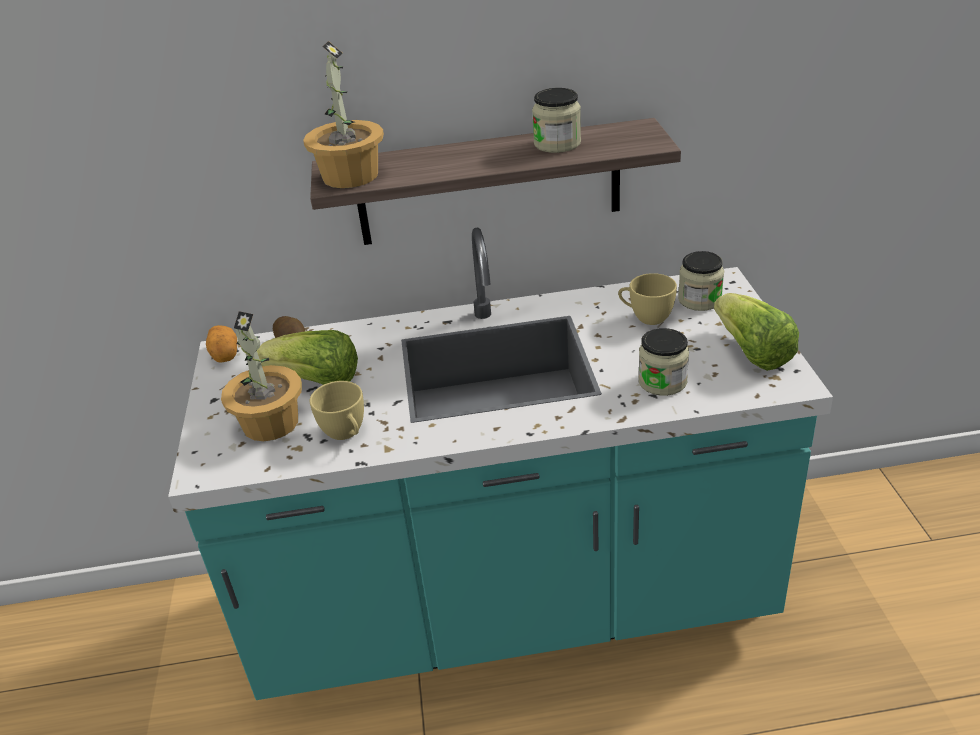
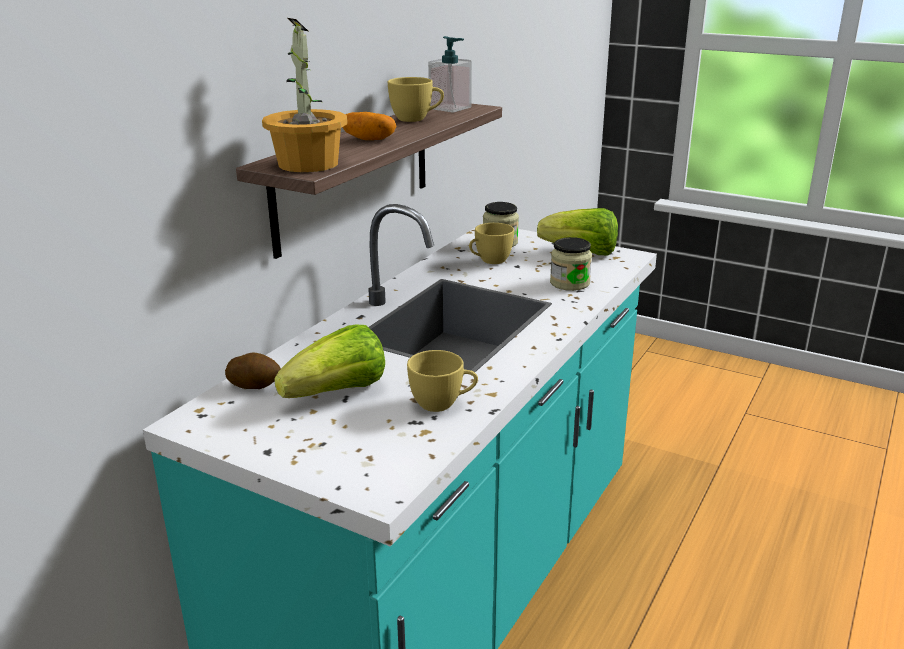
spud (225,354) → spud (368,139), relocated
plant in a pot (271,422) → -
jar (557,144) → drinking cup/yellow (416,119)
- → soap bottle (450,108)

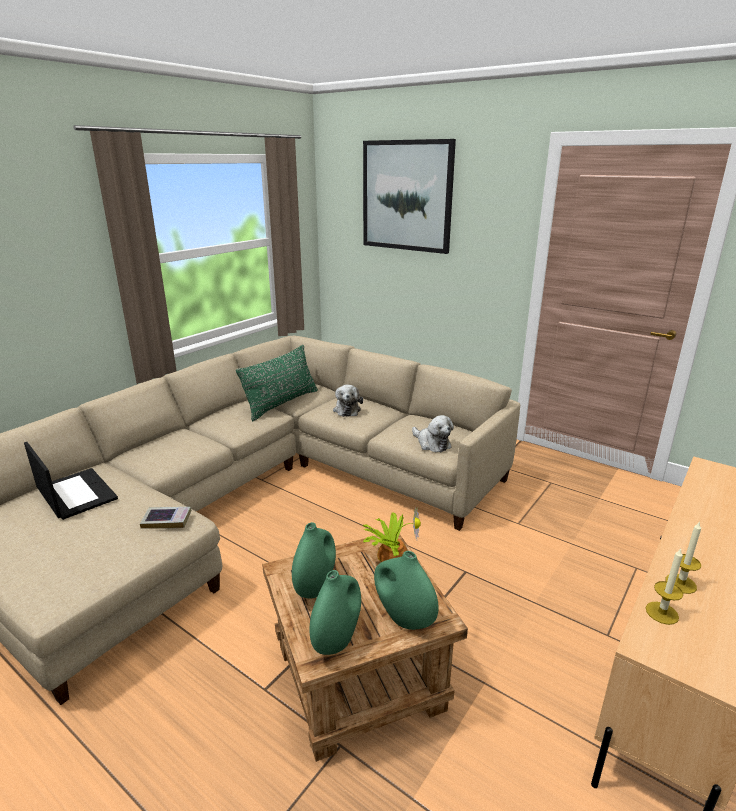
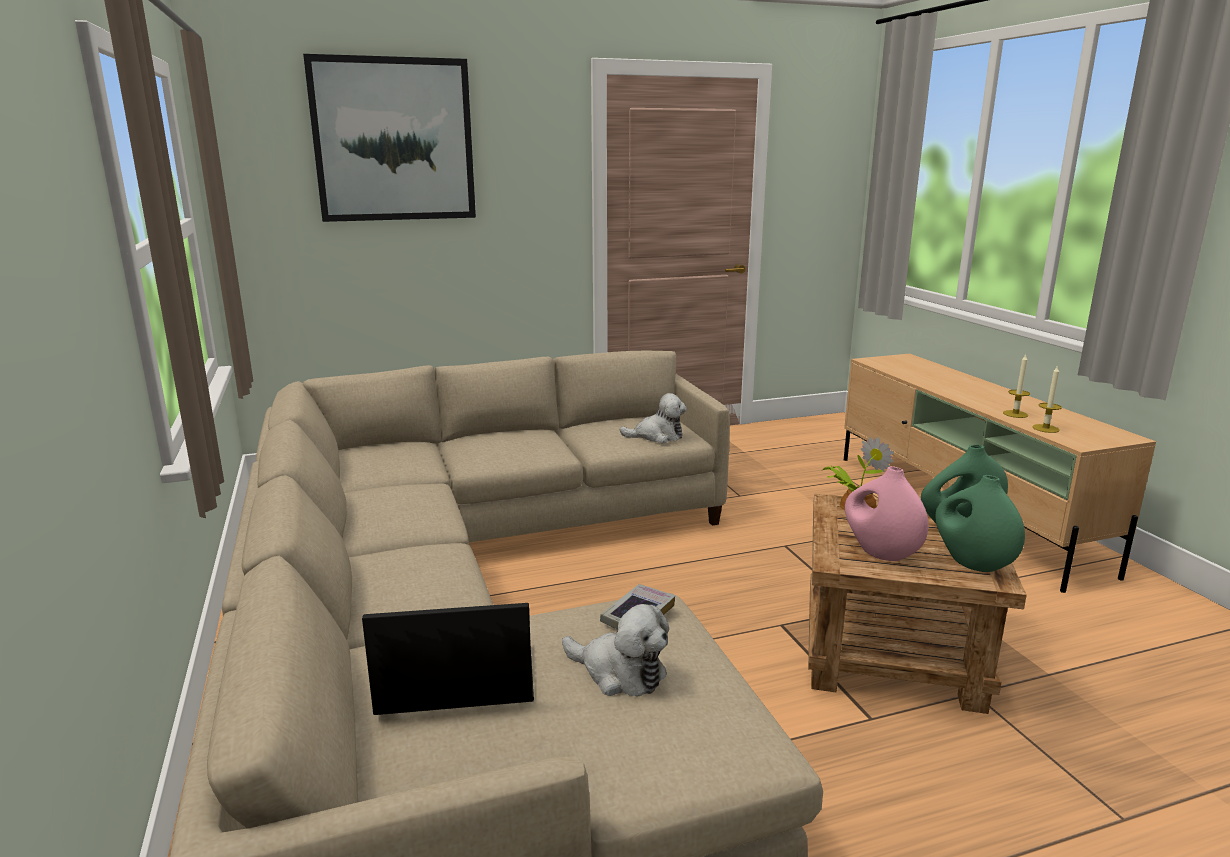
throw pillow/green-coloured (281,403) → -
decorative vase/green-coloured (315,586) → decorative vase/pink-coloured (880,553)
plush toy (347,409) → plush toy (619,673), relocated

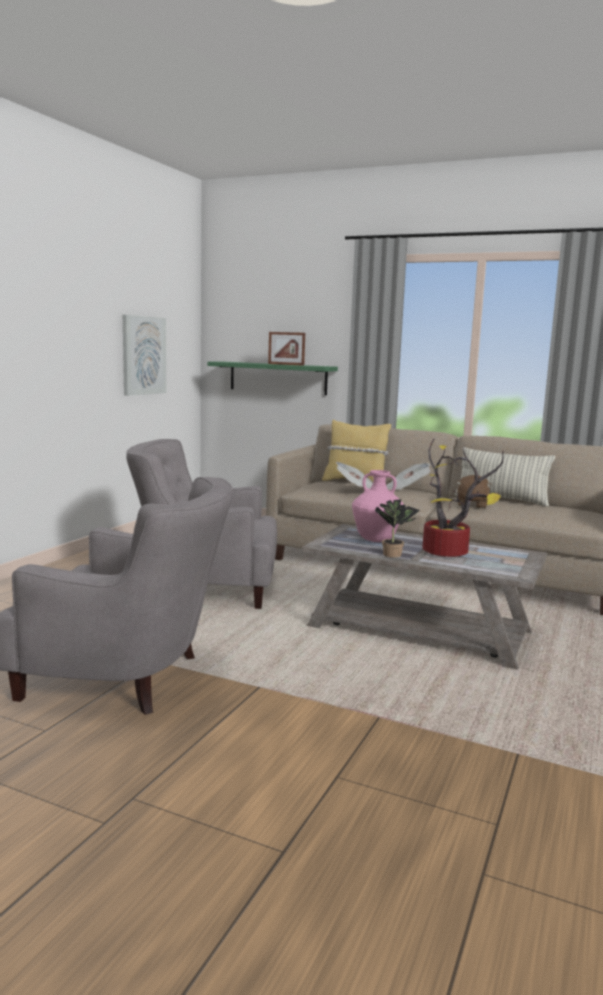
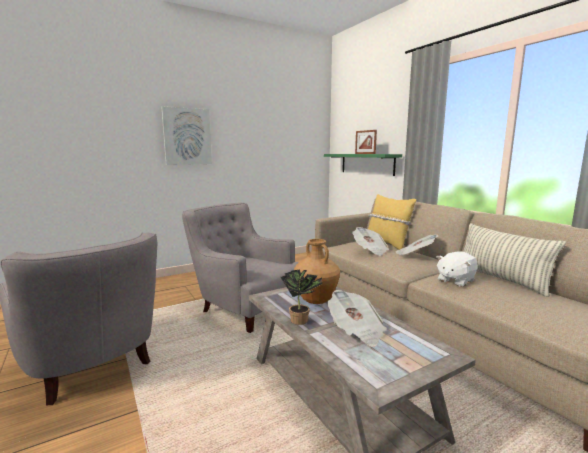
wall picture (143,355) → wall picture (187,136), relocated
decorative vase/pink-coloured (376,540) → decorative vase/brownish (316,301)
plant in a pot (449,553) → daily paper (356,331)
plush toy/brownish (471,505) → plush toy/whitish (455,281)

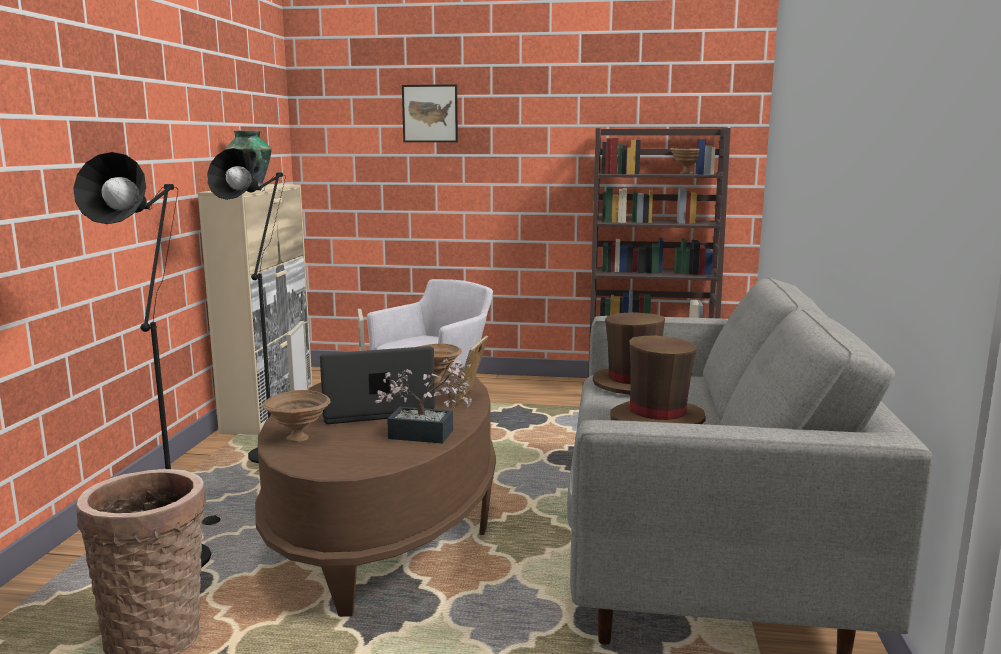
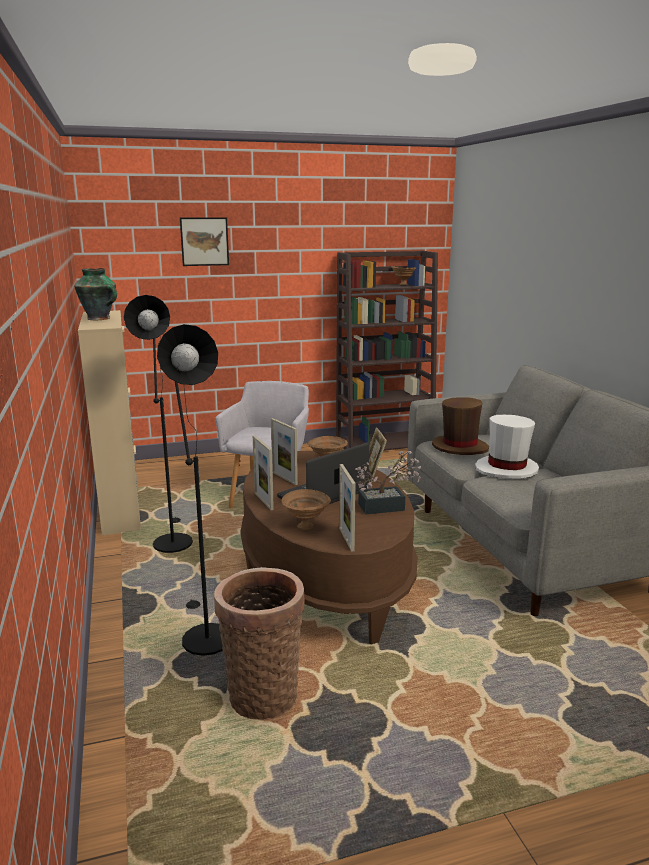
hat/brownish (657,419) → hat/whitish (506,469)
- → picture frame (346,539)

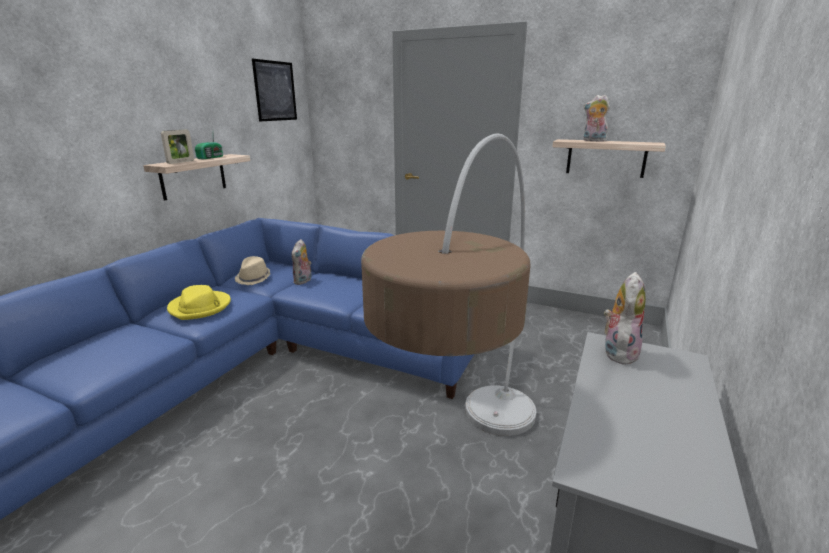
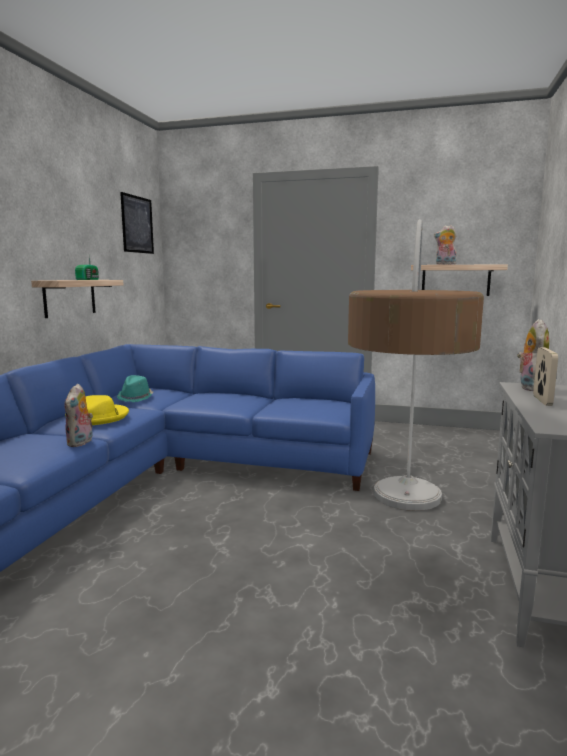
picture frame (181,162) → picture frame (542,400), relocated
hat/beige-coloured (254,278) → hat/turquoise-coloured (135,397)
plush toy (303,281) → plush toy (81,443), relocated

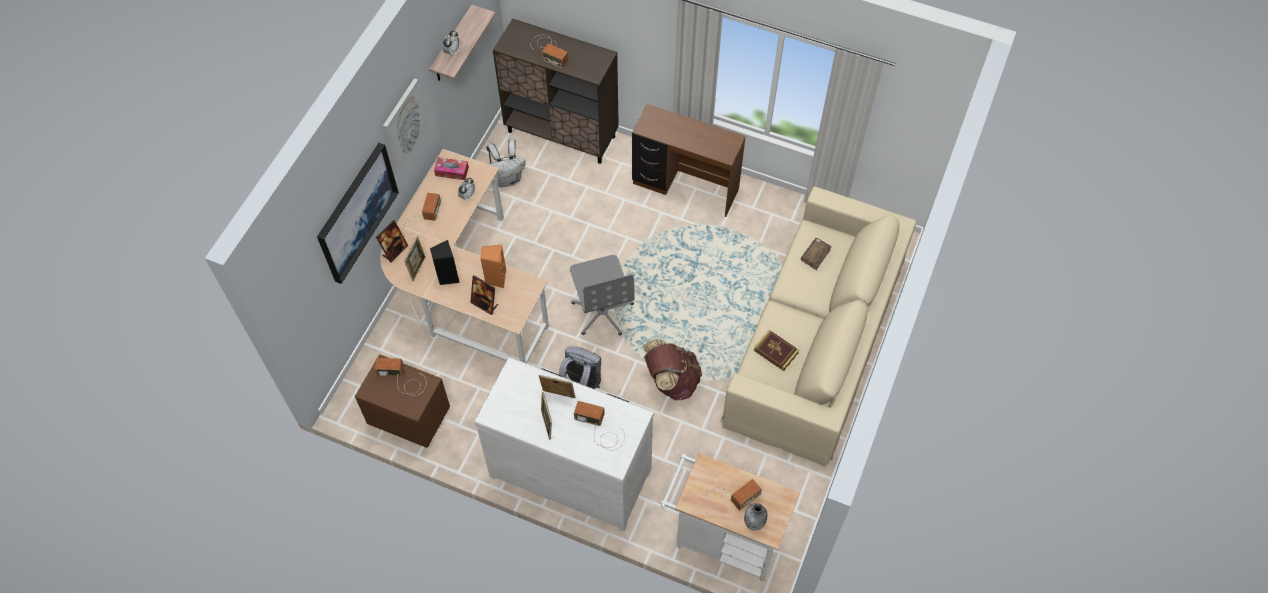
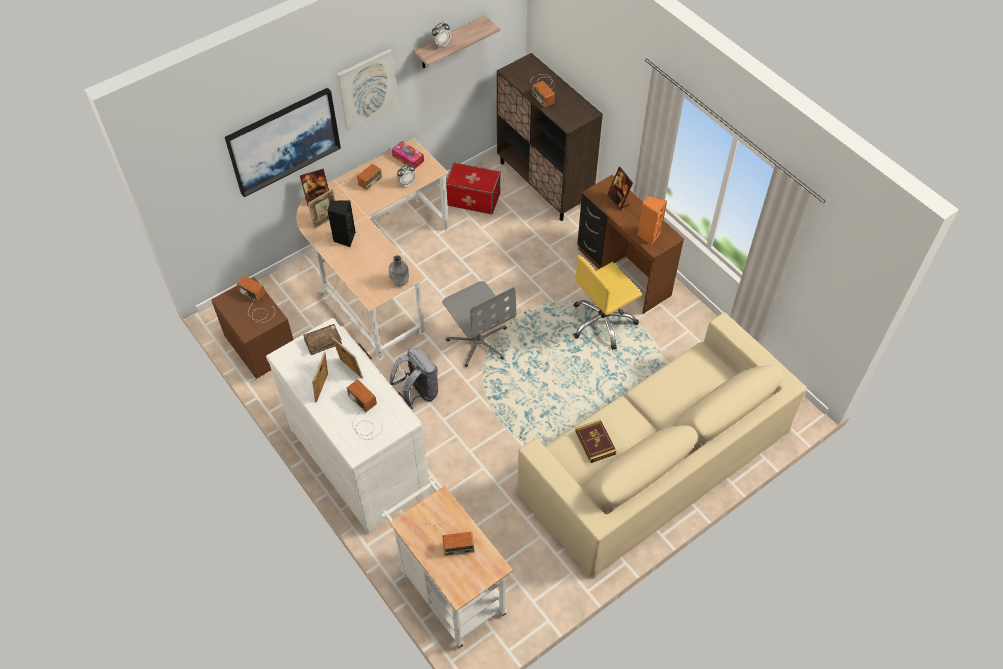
picture frame (484,304) → picture frame (618,200), relocated
loudspeaker/orange-coloured (496,278) → loudspeaker/orange-coloured (648,235), relocated
rucksack/whitish (507,179) → storage box (473,199)
computer chair/grey (602,311) → computer chair/grey (479,341), 45 degrees counterclockwise
rucksack/brownish (671,381) → -
drink bottle/grey (754,522) → drink bottle/grey (400,282), relocated
volume/brownish (815,255) → volume/brownish (323,341), relocated
- → computer chair/yellow (602,322)

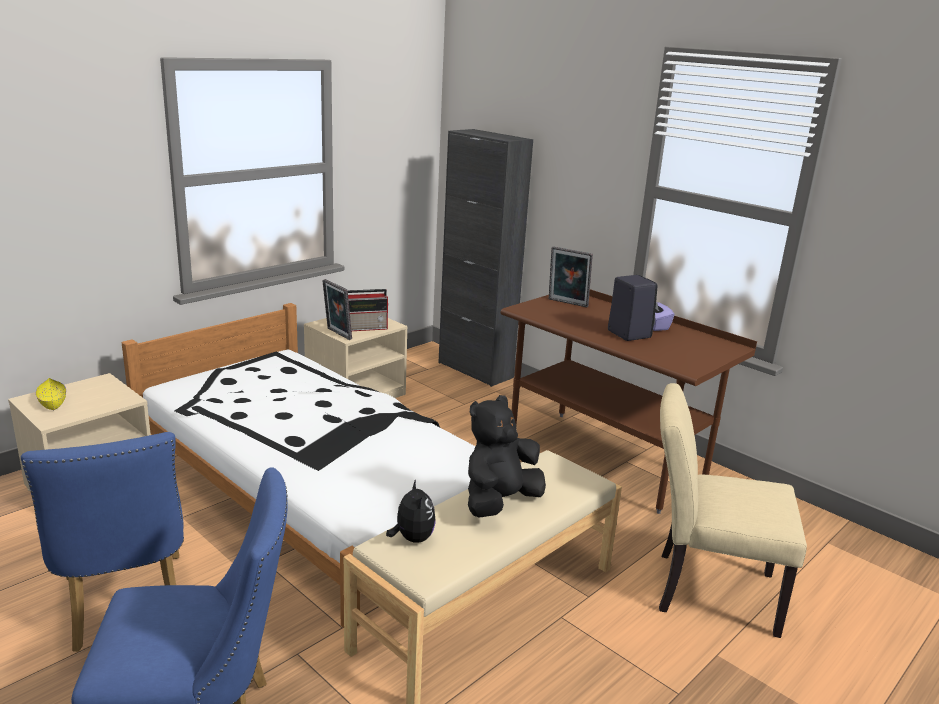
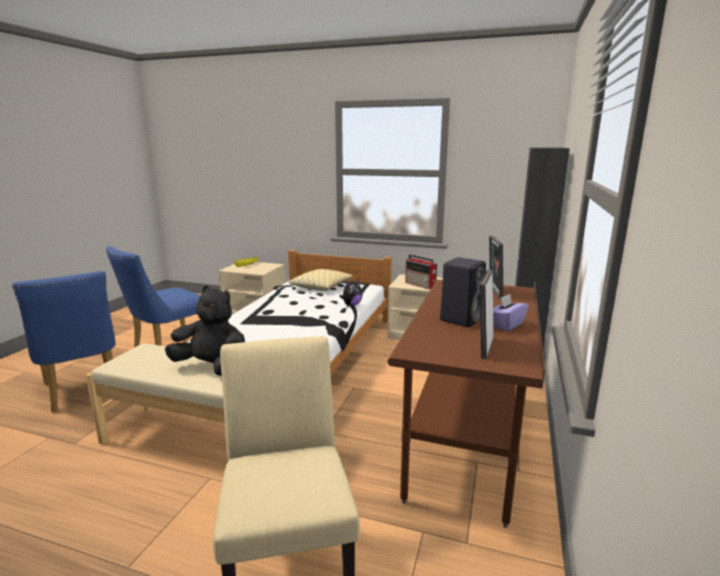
picture frame (337,334) → picture frame (483,347), relocated
plush toy (412,538) → plush toy (351,305), relocated
- → throw pillow (321,286)

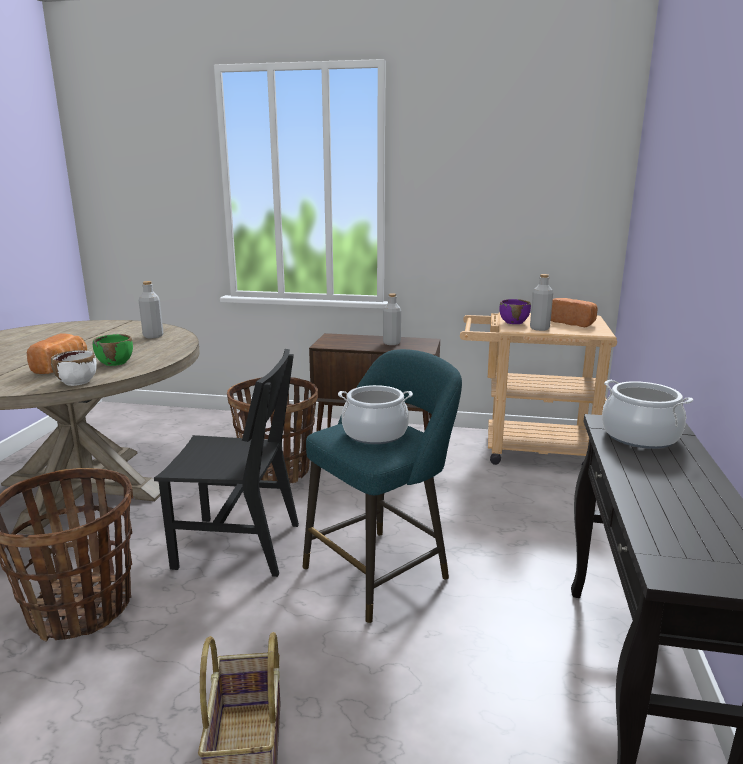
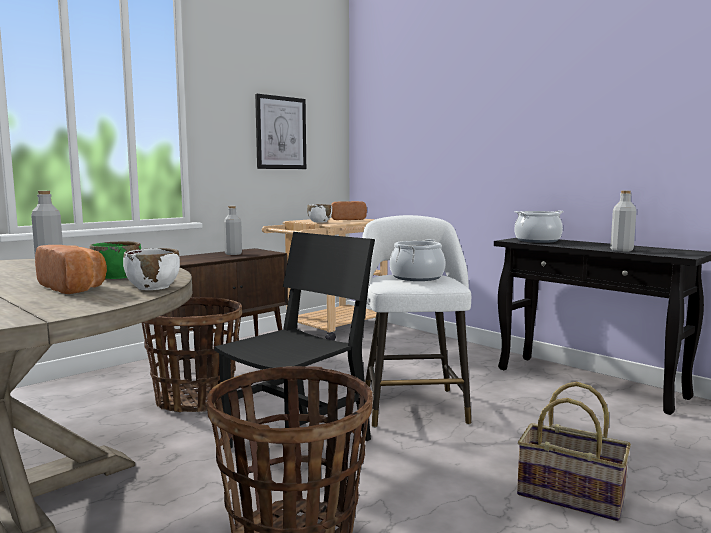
sitting stool/turquoise-coloured (381,570) → sitting stool/whitish (412,405)
bowl/purple-coloured (514,322) → bowl/whitish (319,221)
drink bottle/grey (539,328) → drink bottle/grey (621,250), relocated
- → wall picture (281,133)

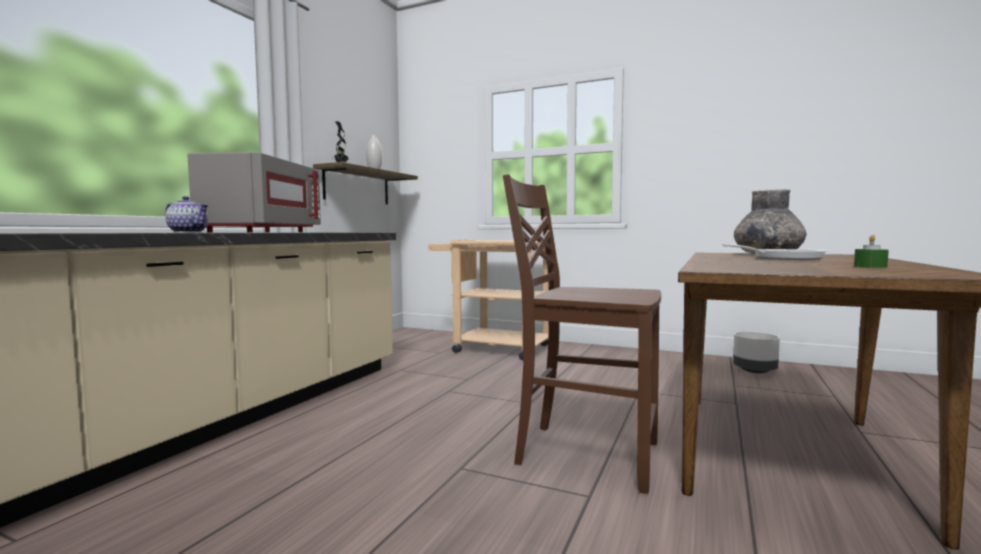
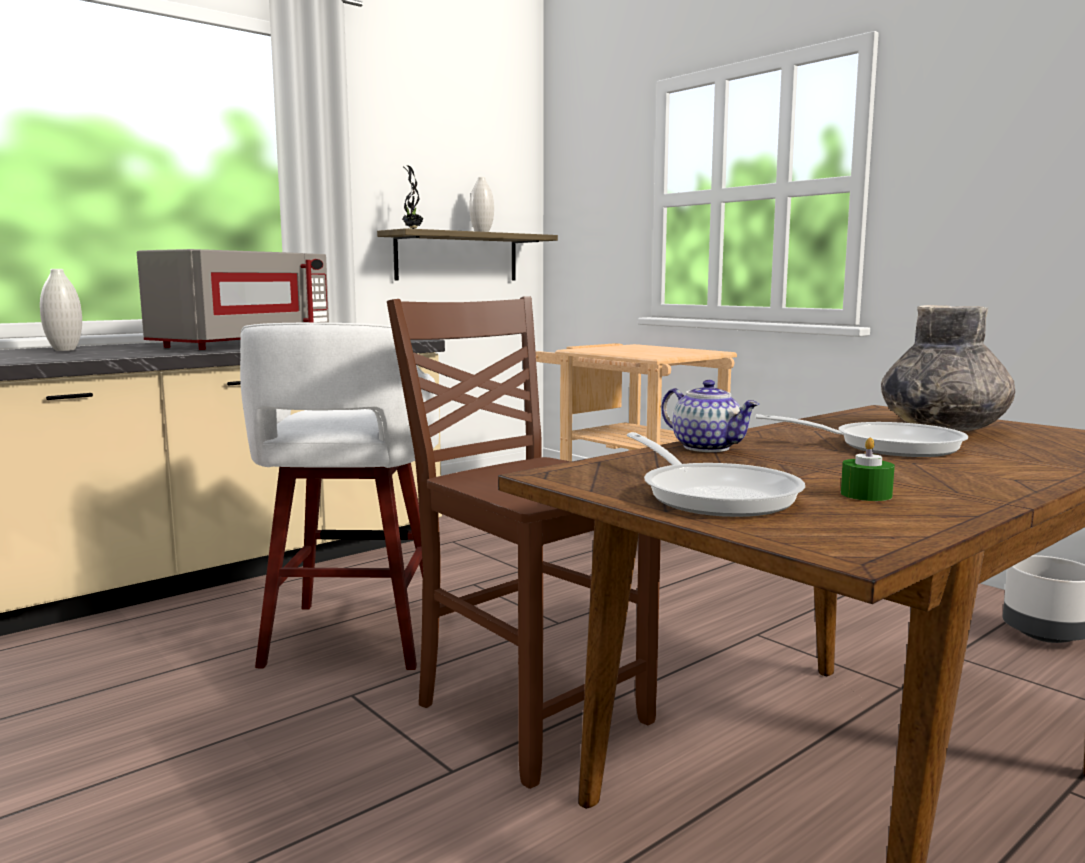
pot for tea (189,232) → pot for tea (708,447), relocated
- → decorative vase/whitish (64,350)
- → sitting stool/whitish (352,638)
- → skillet (713,495)

